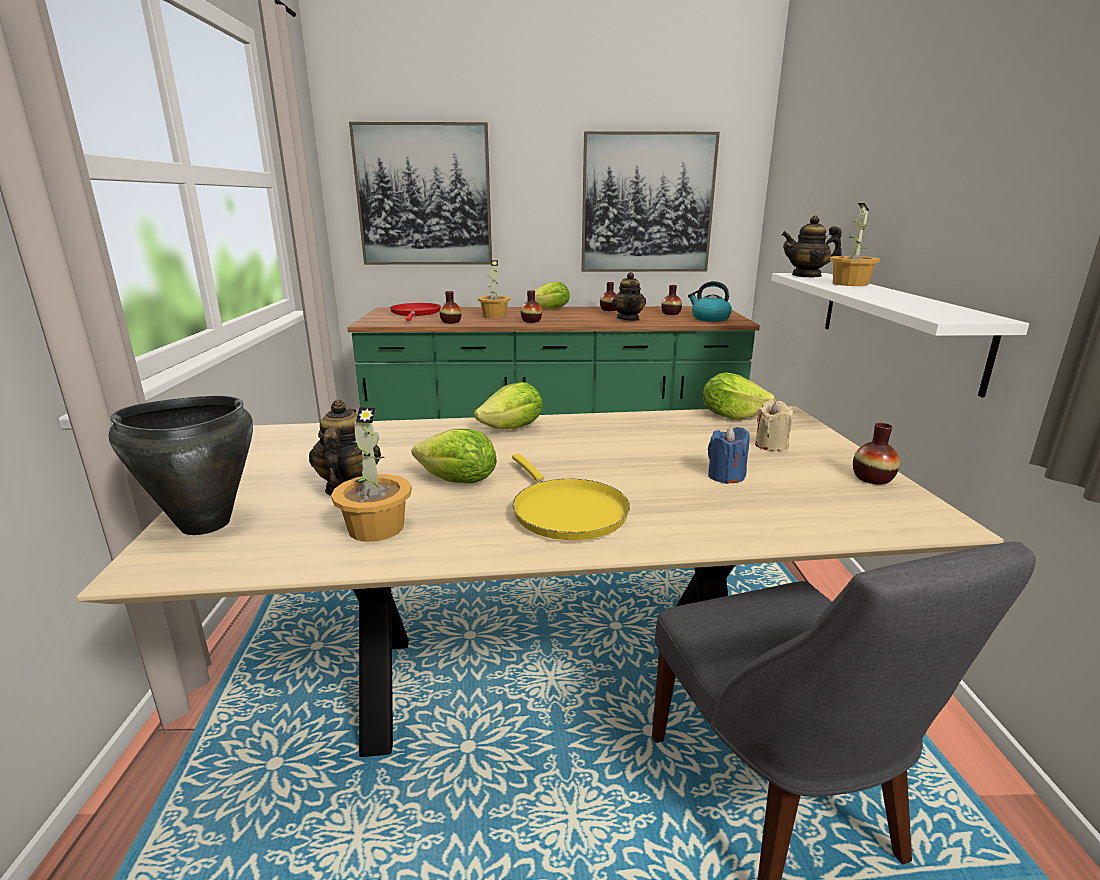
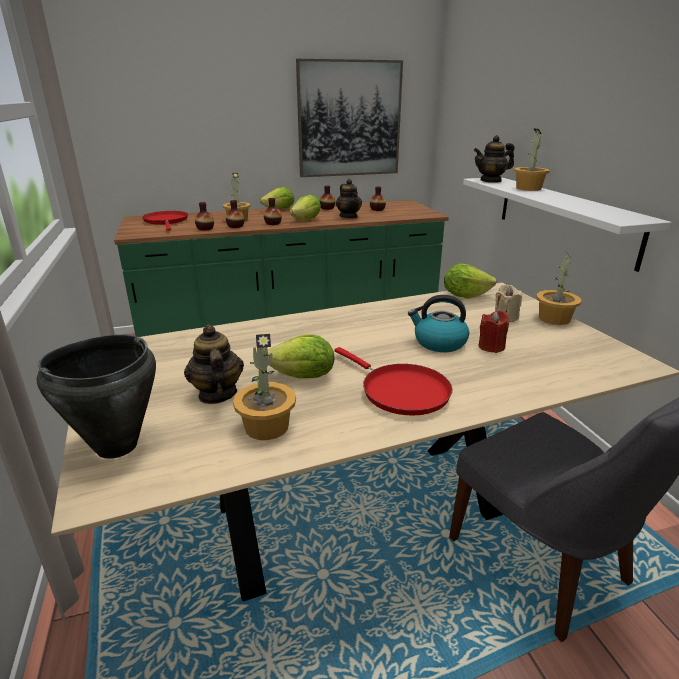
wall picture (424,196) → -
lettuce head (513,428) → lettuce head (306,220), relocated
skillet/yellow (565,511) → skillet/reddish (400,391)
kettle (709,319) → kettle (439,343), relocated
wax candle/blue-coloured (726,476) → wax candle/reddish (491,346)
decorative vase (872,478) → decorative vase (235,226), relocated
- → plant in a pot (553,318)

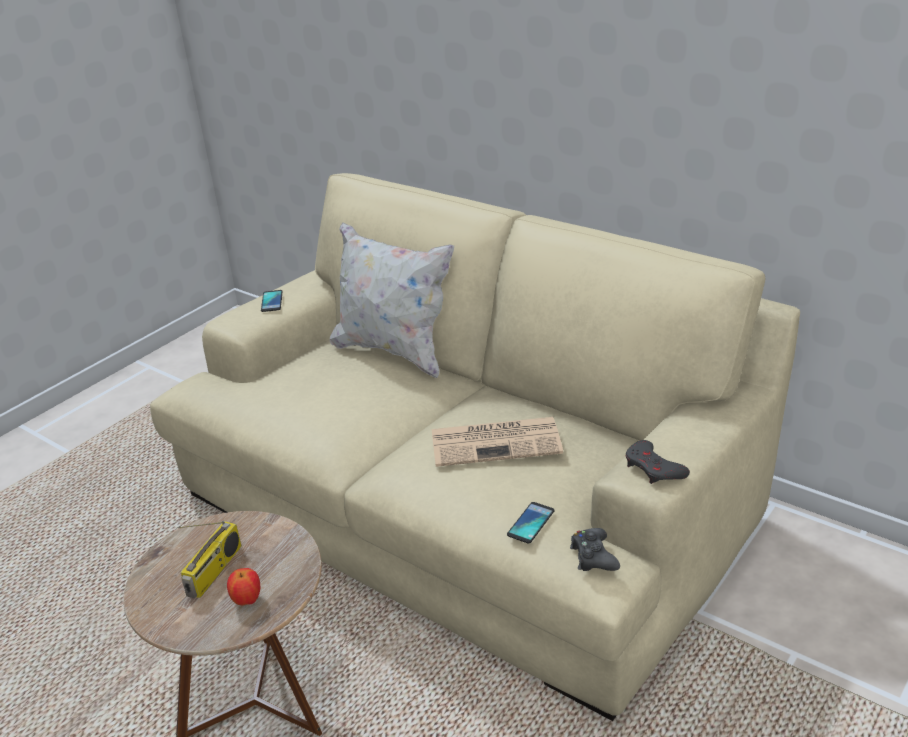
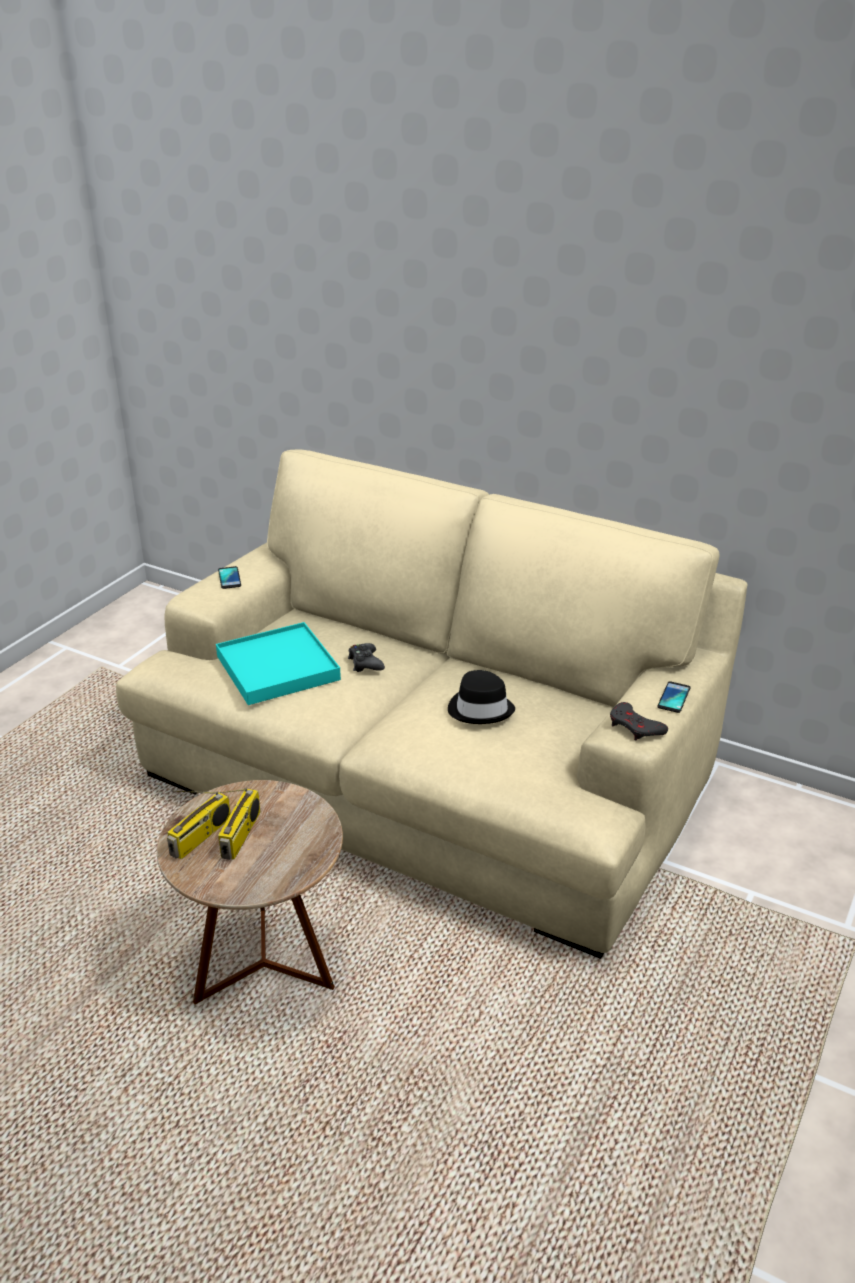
apple fruit (247,600) → -
throw pillow/whitish (394,351) → -
daily paper (497,442) → hat/black-coloured (480,709)
phone (531,523) → phone (673,698), relocated
gamepad/black-coloured (593,556) → gamepad/black-coloured (365,663), relocated
- → radio set (201,837)
- → serving tray/turquoise-coloured (278,668)

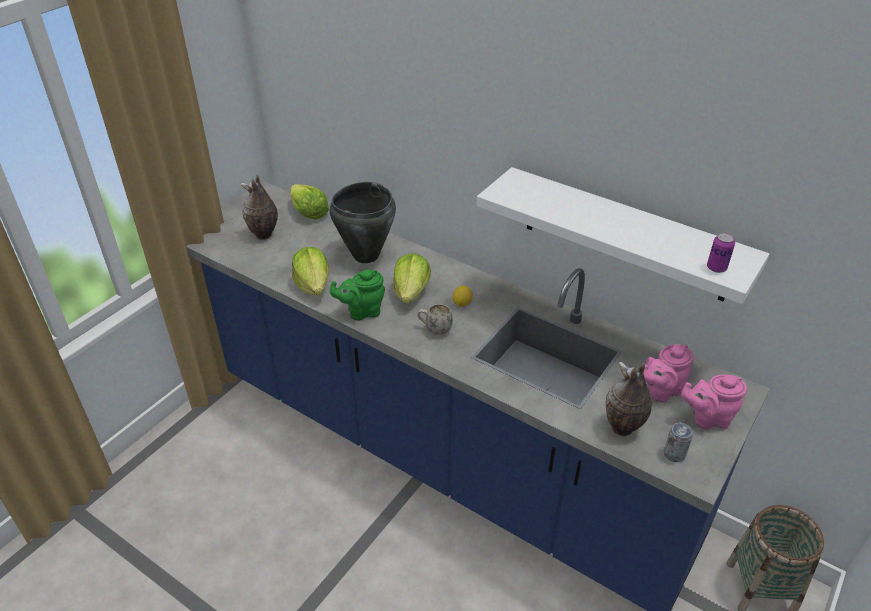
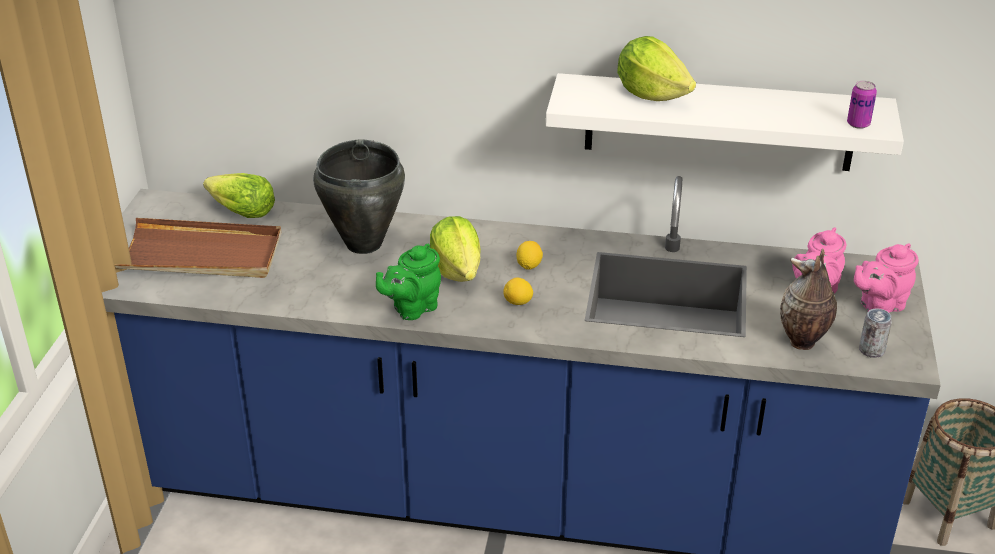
decorative vase (264,235) → serving tray/brownish (201,255)
lettuce head (313,285) → lettuce head (652,94), relocated
tea mug/whitish (434,329) → lemon (518,303)

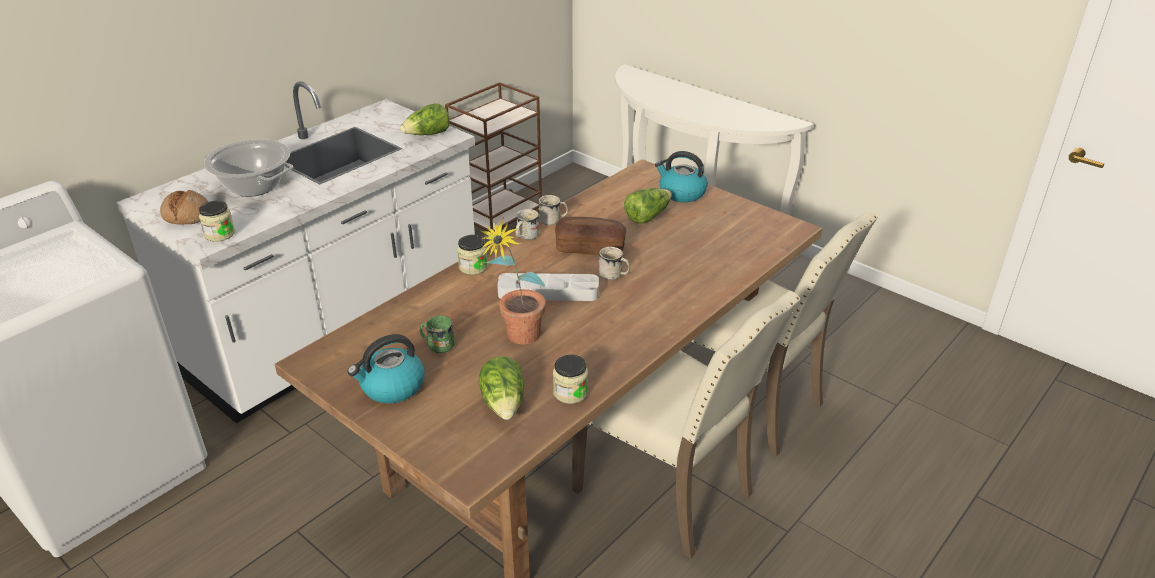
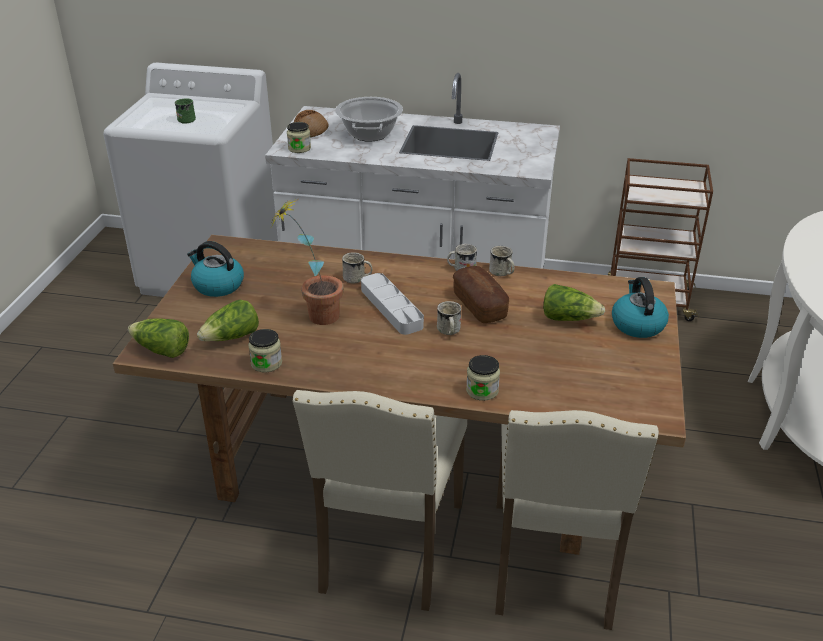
lettuce head (427,135) → lettuce head (161,350), relocated
tea mug/green-coloured (437,345) → tea mug/green-coloured (187,119), relocated
jar (473,267) → jar (482,390), relocated
- → tea mug/whitish (357,279)

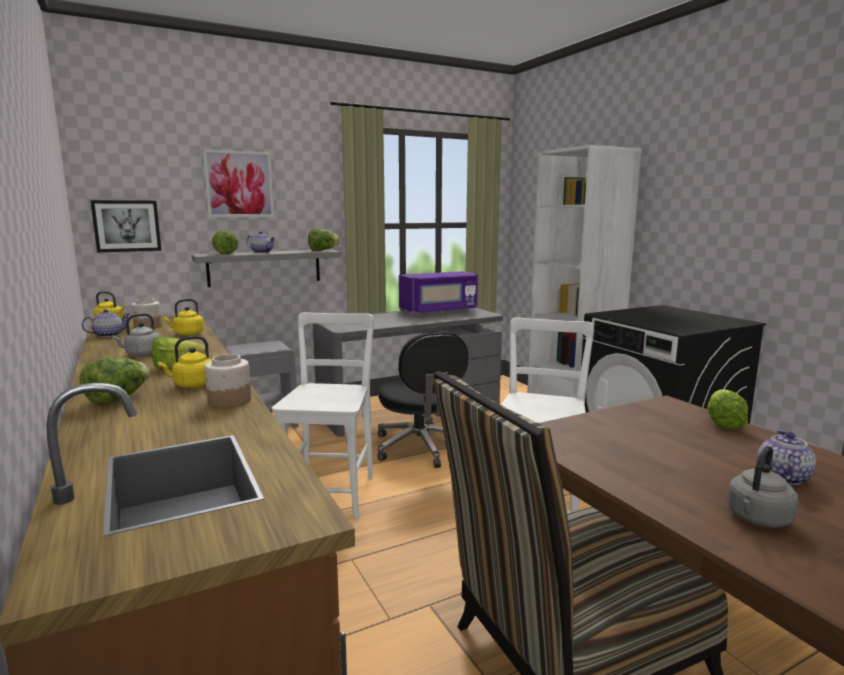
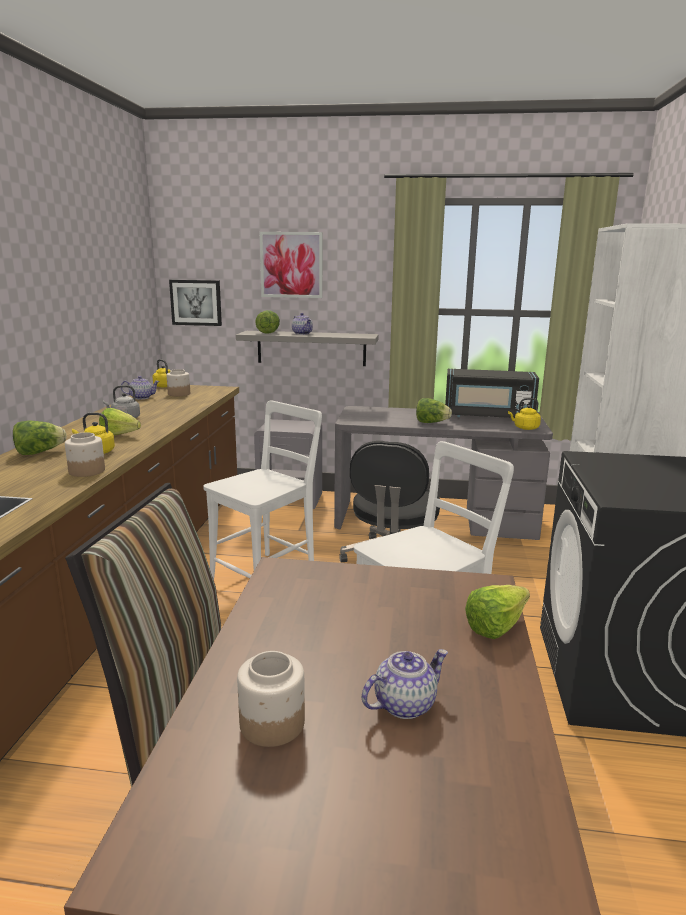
kettle/yellow (187,334) → kettle/yellow (524,428), relocated
lettuce head (323,250) → lettuce head (431,423), relocated
microwave/purple-coloured (439,311) → microwave/black-coloured (488,416)
kettle/grey (757,519) → jar (271,724)

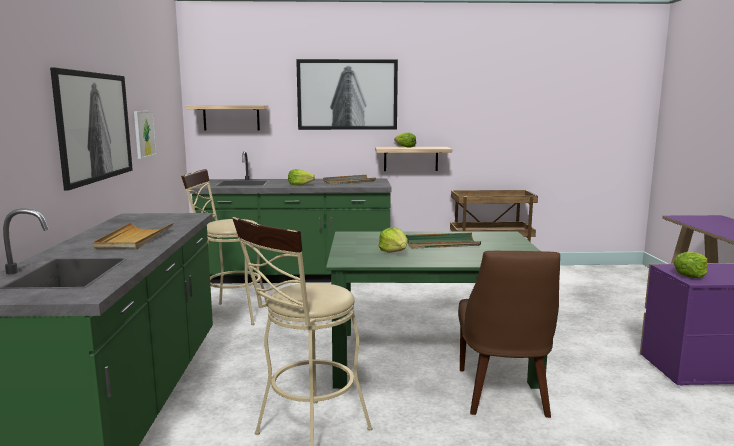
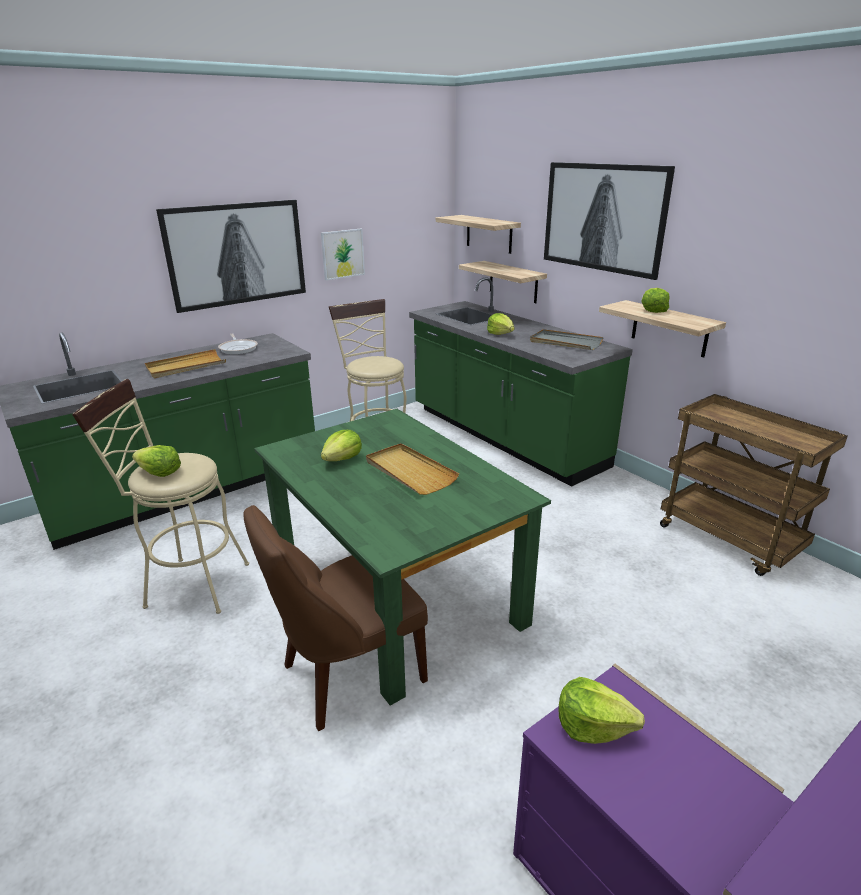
serving tray/green-coloured (441,244) → serving tray/beige-coloured (409,472)
- → lettuce head (159,472)
- → skillet (238,348)
- → shelf (513,282)

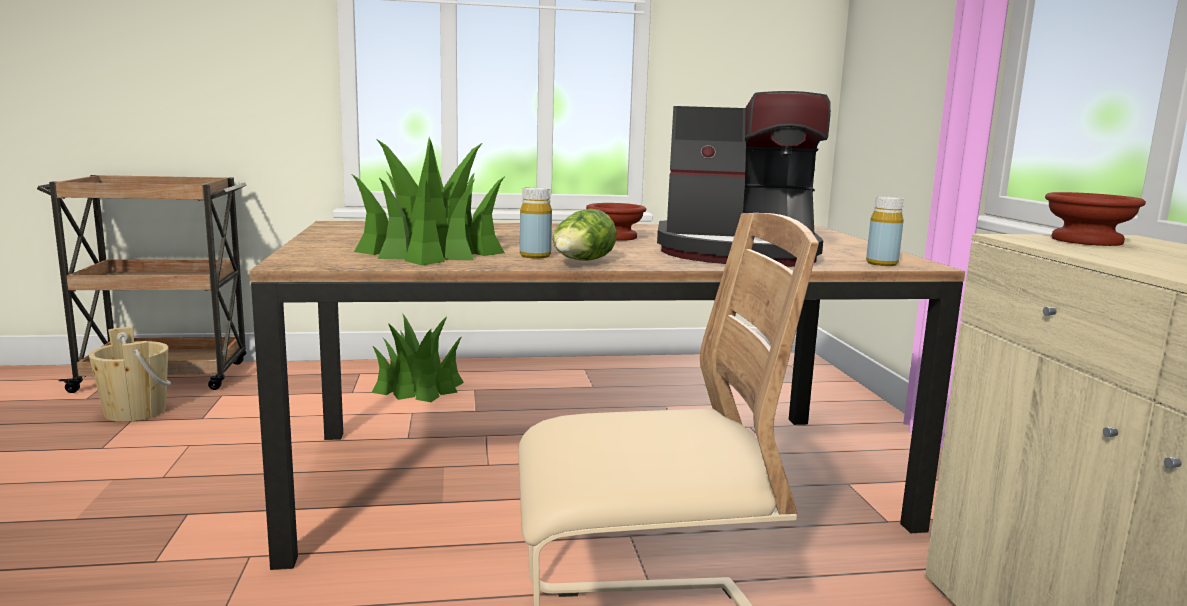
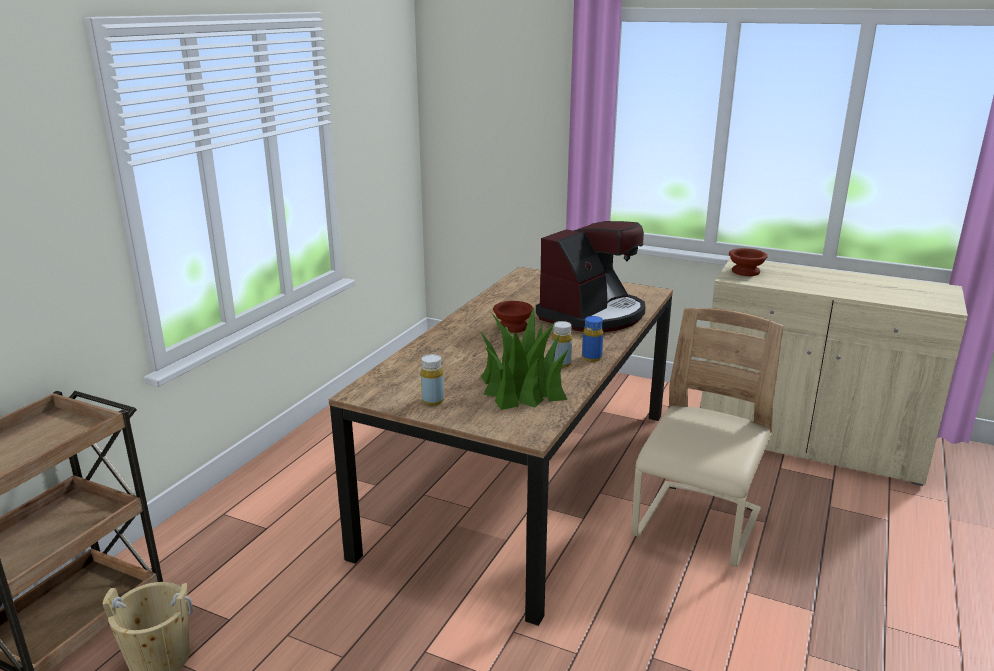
plant in a pot (419,387) → -
lettuce head (582,262) → drink bottle/blue-coloured (591,358)
drink bottle/yellow (881,263) → drink bottle/yellow (433,401), relocated

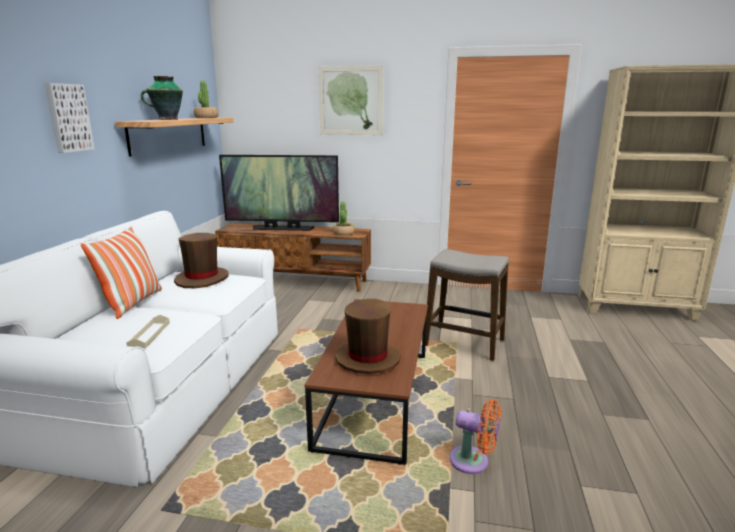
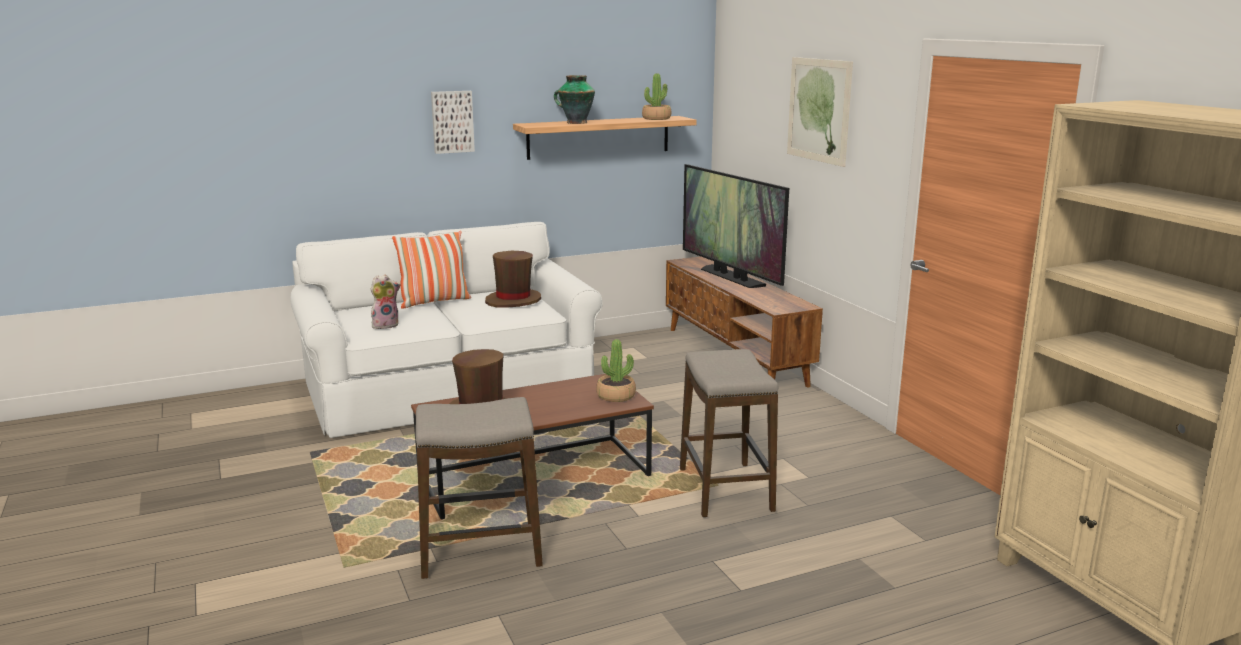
serving tray/beige-coloured (149,335) → plush toy (386,325)
plant in a pot (343,233) → plant in a pot (616,396), relocated
fan/orange-coloured (473,461) → sitting stool (480,551)

